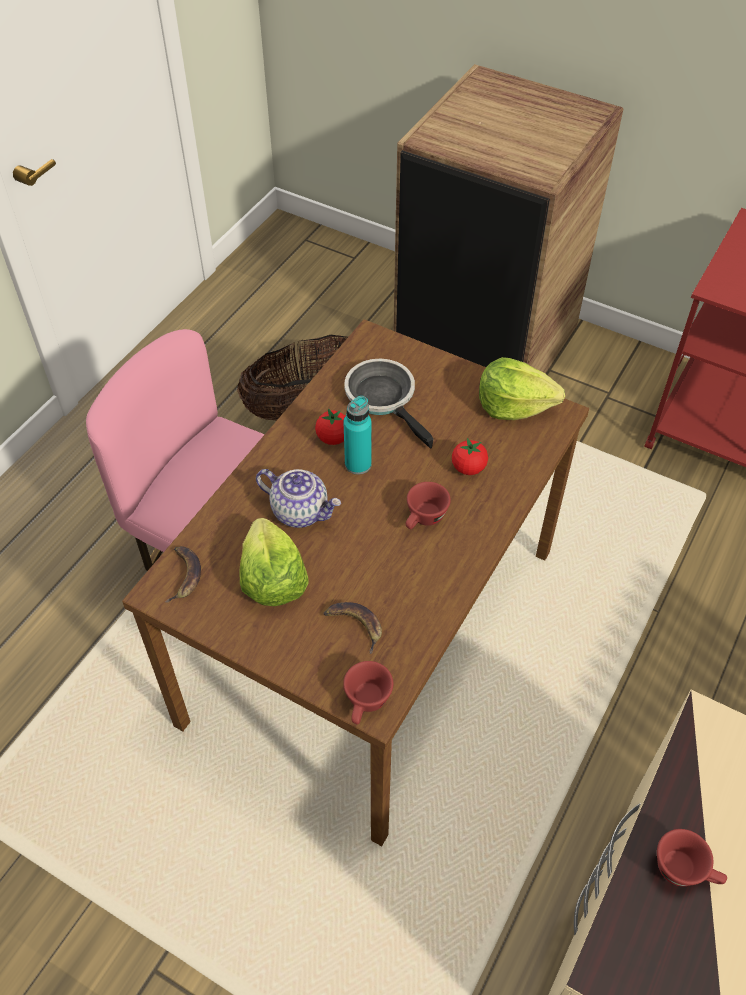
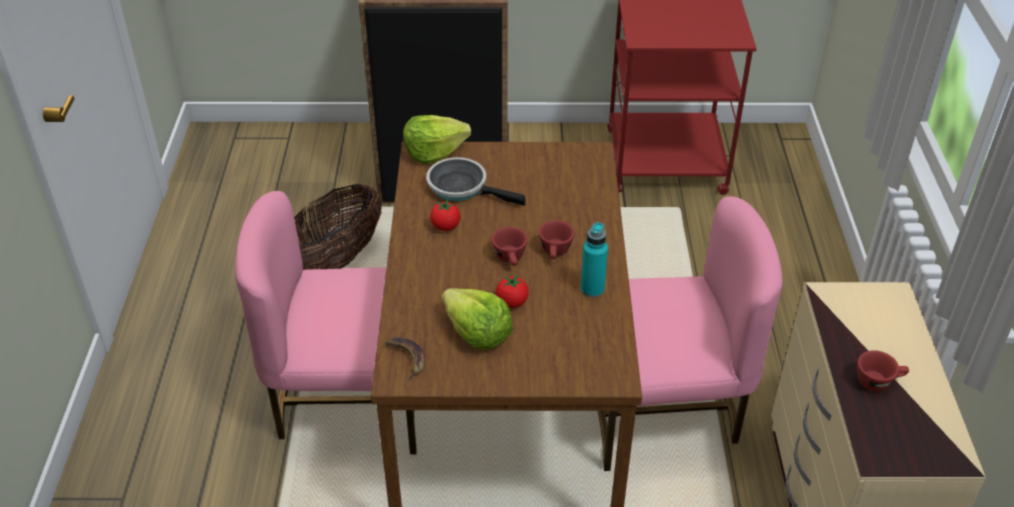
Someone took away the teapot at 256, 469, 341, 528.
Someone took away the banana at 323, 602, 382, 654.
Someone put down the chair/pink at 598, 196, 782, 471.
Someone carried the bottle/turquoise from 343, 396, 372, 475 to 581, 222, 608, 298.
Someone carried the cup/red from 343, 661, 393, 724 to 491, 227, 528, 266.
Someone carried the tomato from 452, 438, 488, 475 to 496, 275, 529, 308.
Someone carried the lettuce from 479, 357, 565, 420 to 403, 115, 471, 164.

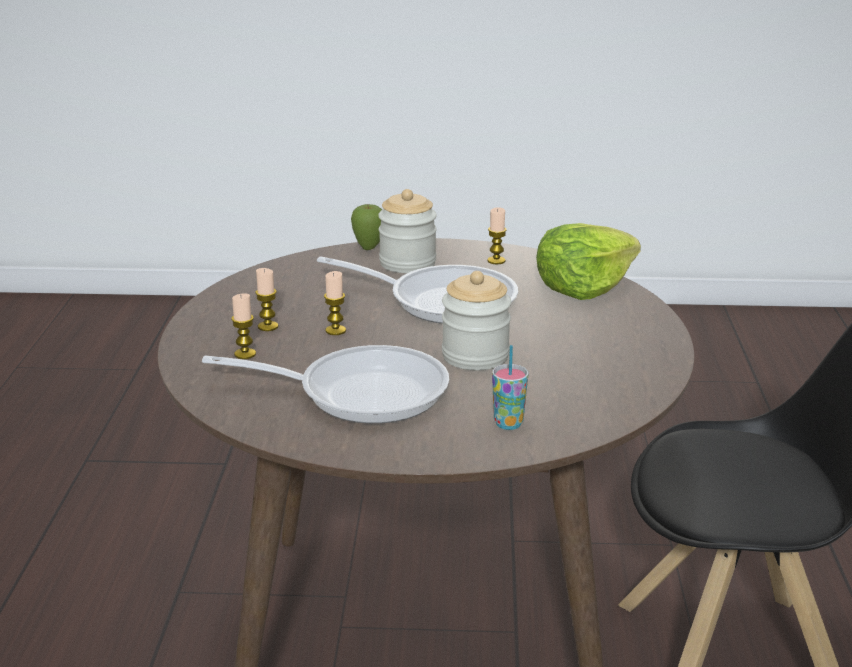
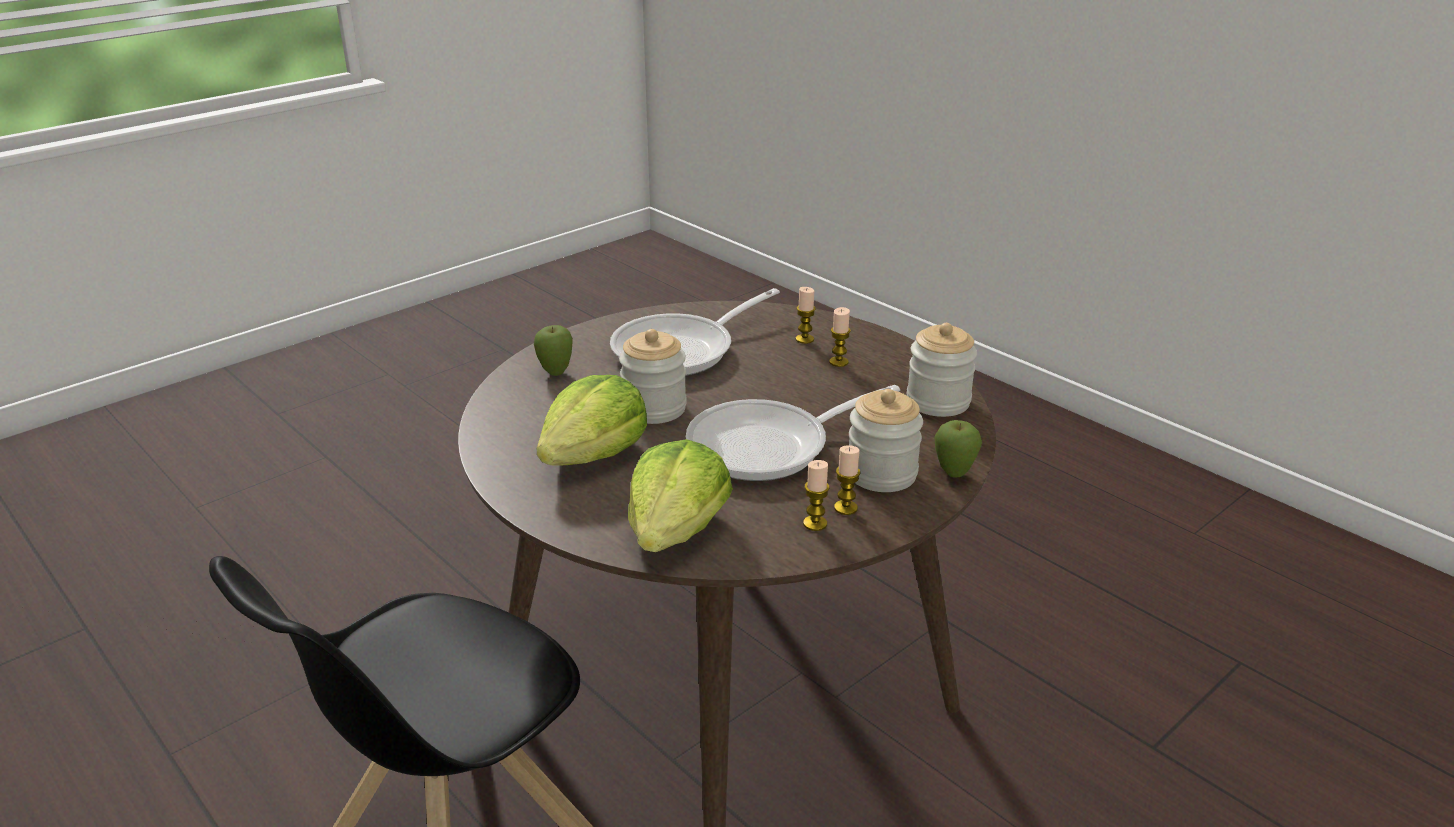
Someone put down the lettuce at 536, 375, 647, 466.
Someone put down the jar at 907, 323, 977, 417.
Someone carried the candle from 324, 271, 346, 335 to 834, 445, 861, 515.
Someone swapped the cup at 492, 345, 529, 430 for the apple at 534, 325, 573, 376.

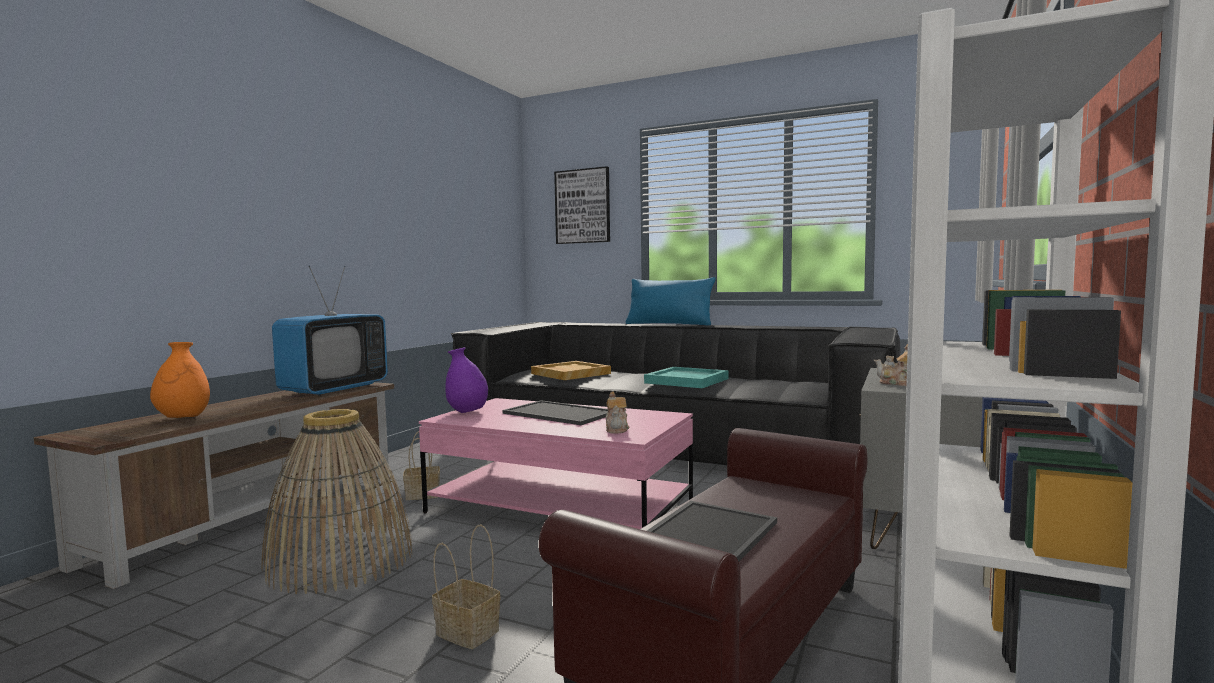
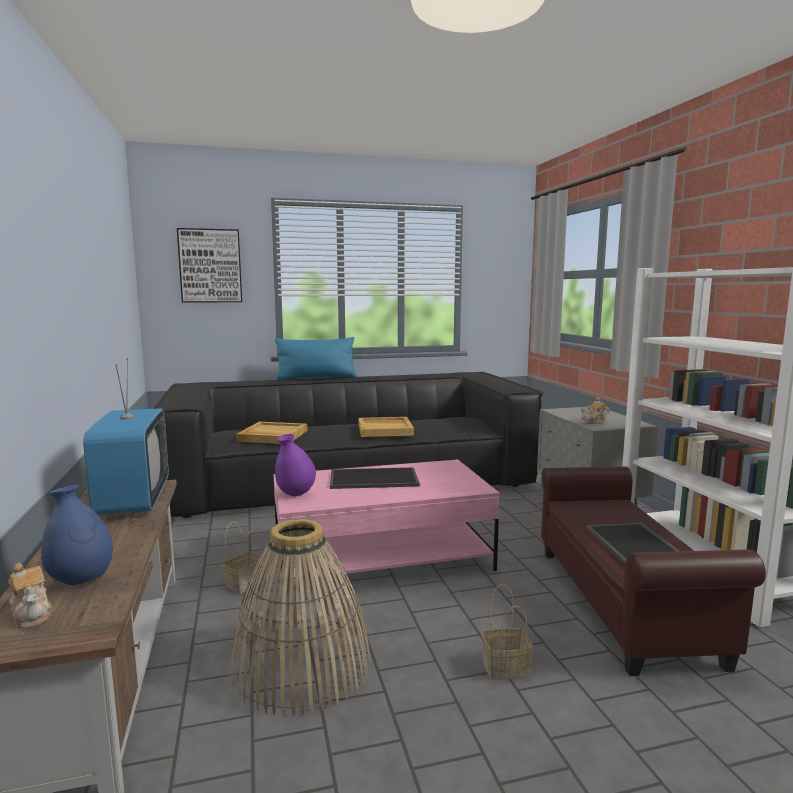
Someone carried the teapot from 606, 391, 629, 434 to 8, 563, 53, 629.
Someone repainted the vase/orange at 150, 342, 210, 418, which became the vase/blue at 41, 485, 113, 585.
Someone repainted the tray/turquoise at 644, 367, 728, 388, which became the tray/beige at 358, 417, 414, 437.

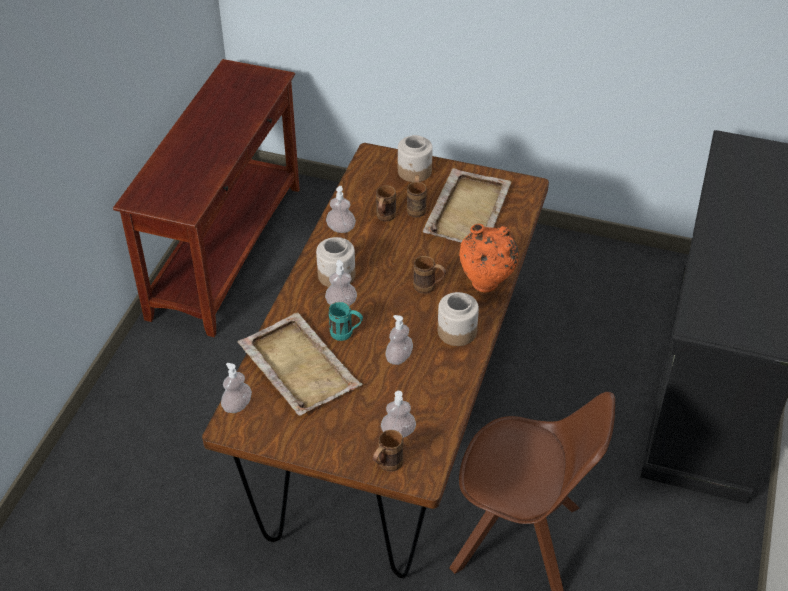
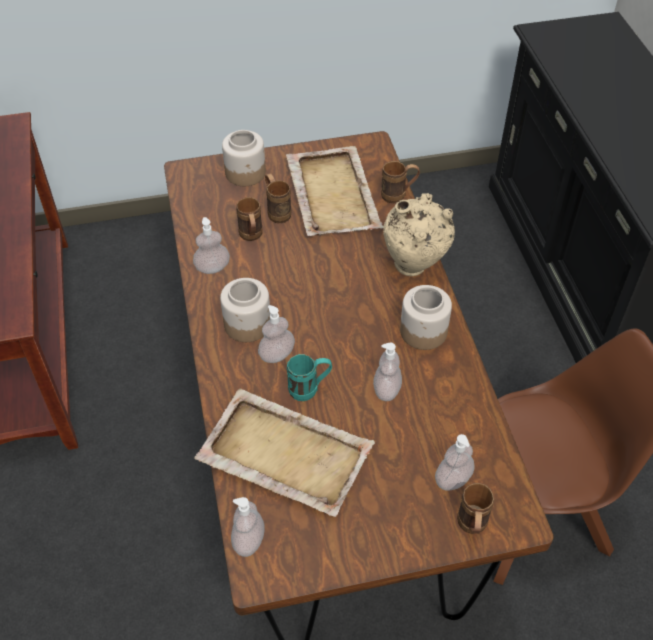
Someone carried the mug/brown from 413, 256, 446, 294 to 381, 161, 420, 203.
Someone repainted the vase/orange at 459, 224, 519, 292, which became the vase/beige at 383, 193, 455, 276.

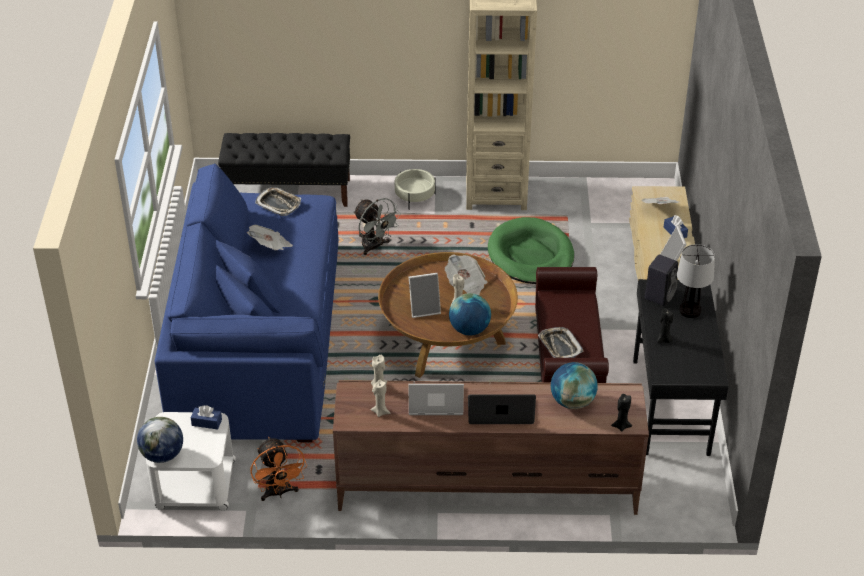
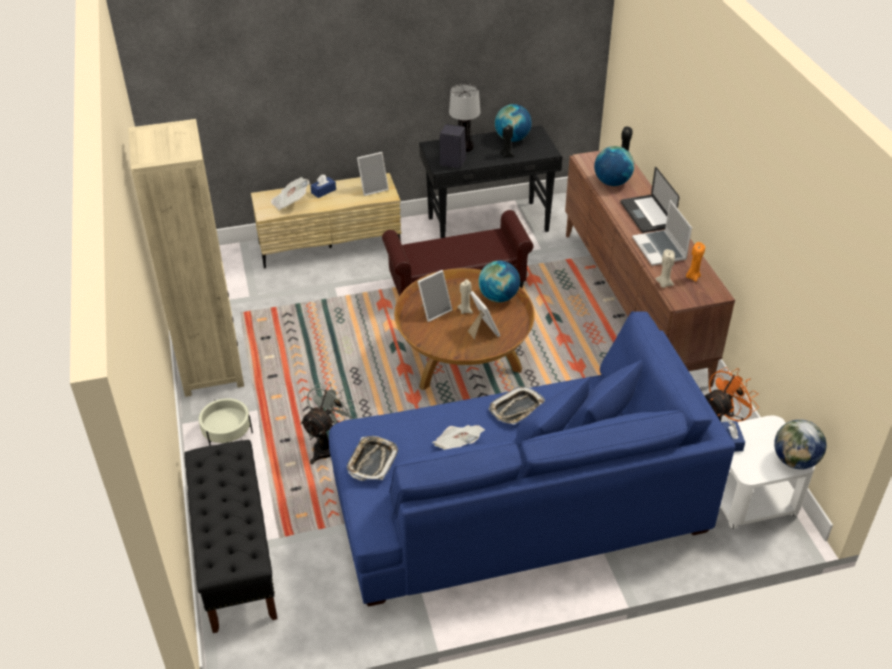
Someone took away the dog bed/green at 488, 217, 574, 284.
Someone put down the globe at 495, 104, 532, 142.
Someone carried the tray from 538, 327, 584, 358 to 489, 386, 545, 424.
Someone swapped the newspaper at 445, 254, 487, 295 for the picture frame at 417, 270, 452, 322.
Someone repainted the candle/beige at 371, 380, 390, 417, which became the candle/orange at 686, 242, 705, 282.

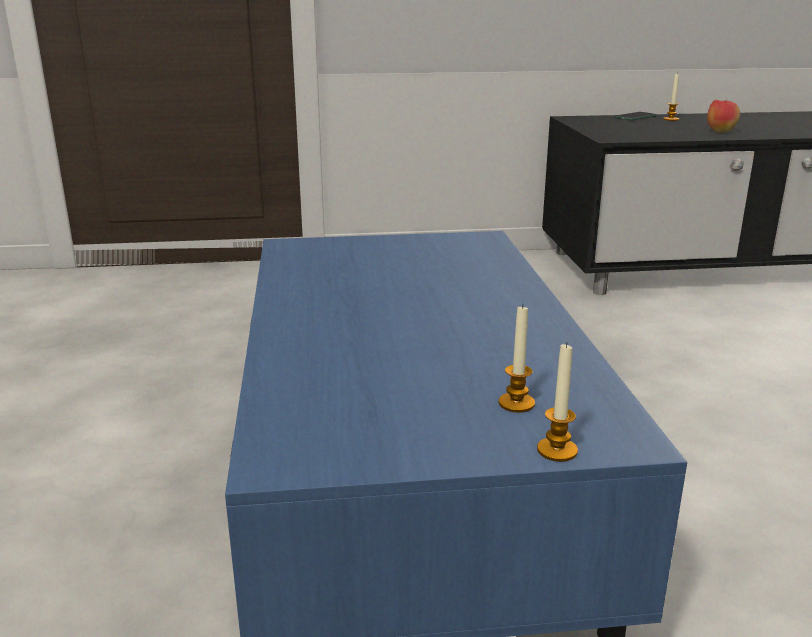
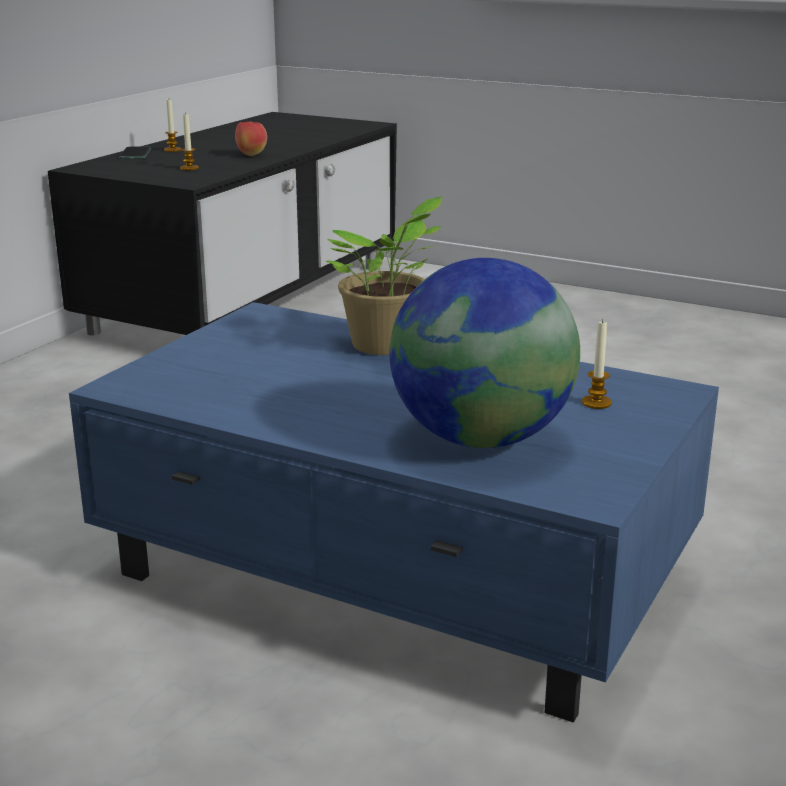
Someone put down the potted plant at 326, 196, 442, 355.
Someone put down the globe at 389, 258, 580, 448.
Someone carried the candle from 537, 342, 578, 462 to 180, 114, 199, 170.

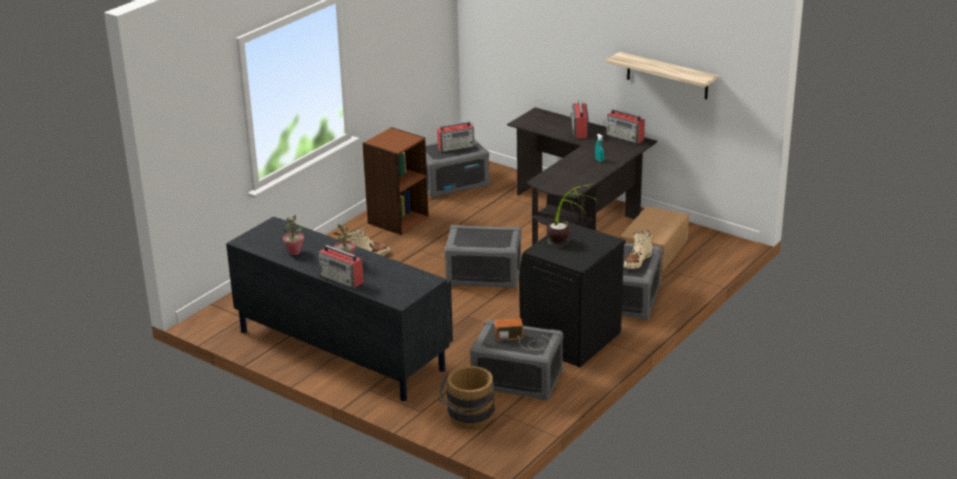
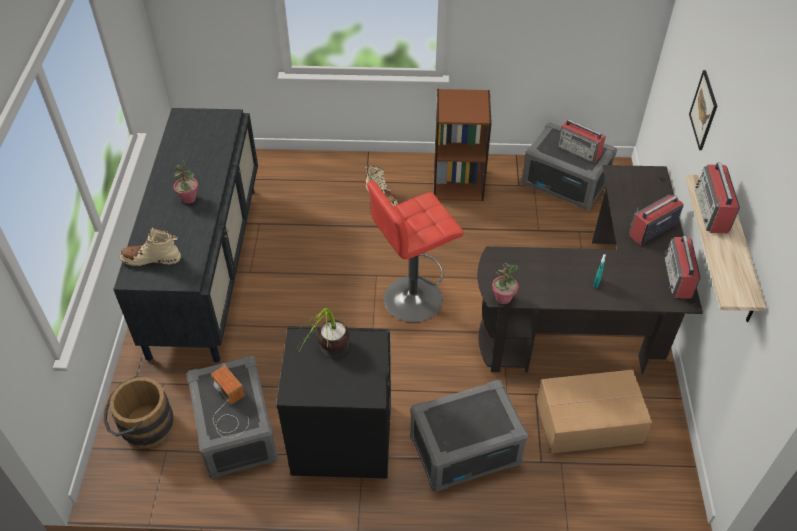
Someone put up the picture at 689, 70, 717, 150.
Someone carried the potted plant from 282, 214, 304, 255 to 492, 263, 518, 304.
Someone carried the radio from 318, 245, 364, 288 to 695, 163, 740, 233.
Someone carried the boot/beige from 623, 230, 652, 269 to 120, 227, 181, 266.
Someone swapped the storage box/grey at 444, 225, 521, 288 for the stool/red at 367, 181, 464, 322.

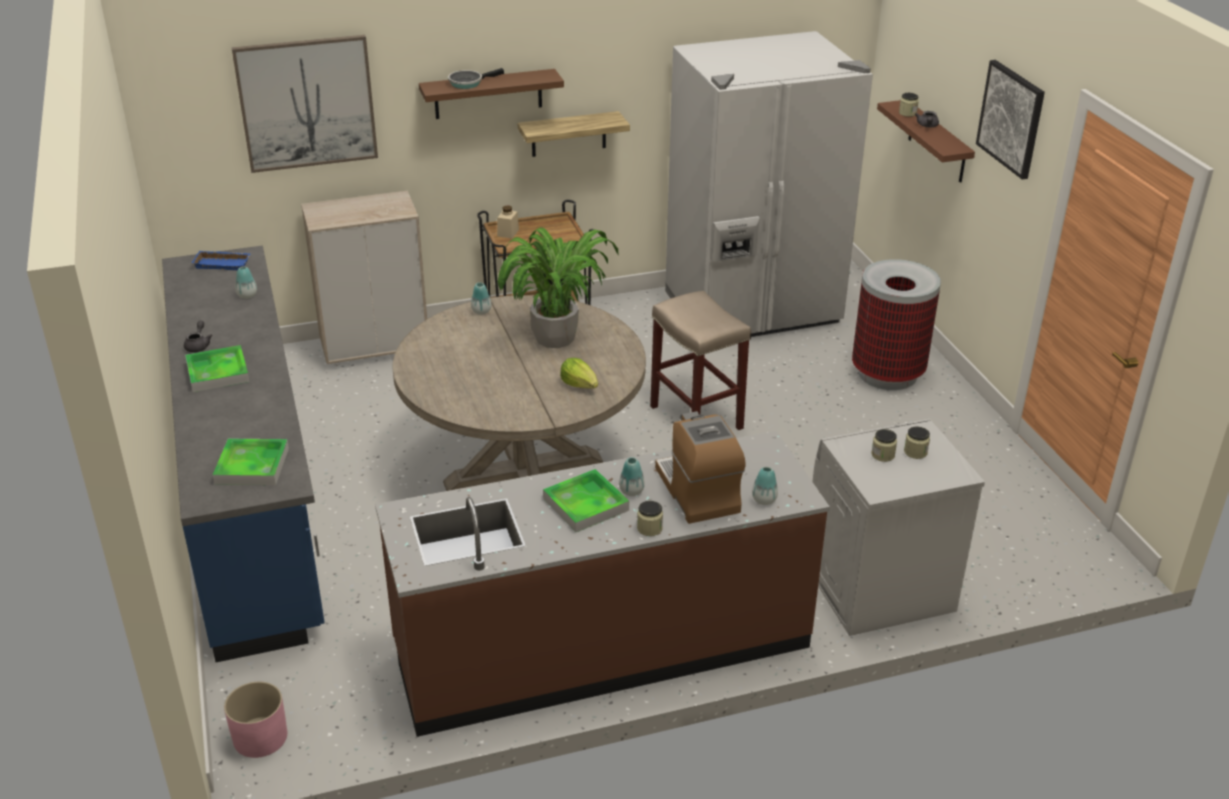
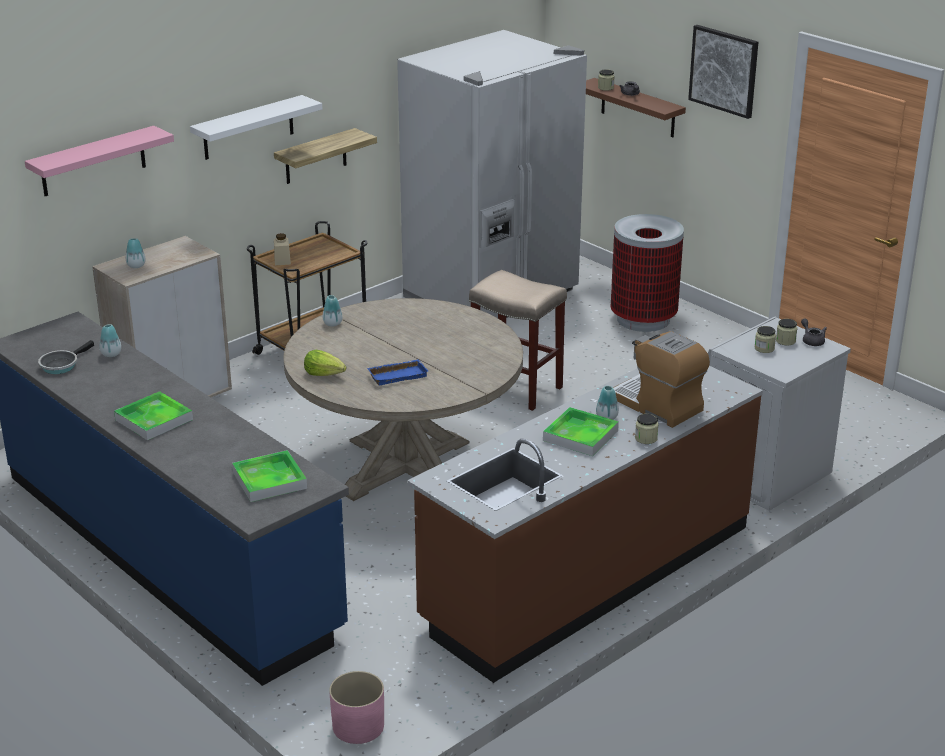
Someone took away the potted plant at 498, 227, 618, 348.
Someone carried the teapot/grey from 184, 321, 212, 352 to 801, 318, 827, 346.
Someone carried the tray/blue from 191, 251, 251, 270 to 367, 359, 428, 385.
Someone carried the frying pan from 448, 68, 504, 89 to 38, 340, 94, 374.
Someone carried the lettuce from 560, 358, 598, 388 to 304, 350, 347, 376.
Someone carried the vase from 752, 467, 778, 505 to 126, 238, 146, 268.
Someone swapped the picture at 232, 35, 378, 173 for the shelf/pink at 25, 126, 174, 196.
Someone repainted the shelf/brown at 419, 69, 564, 119, which became the shelf/white at 190, 95, 322, 160.

